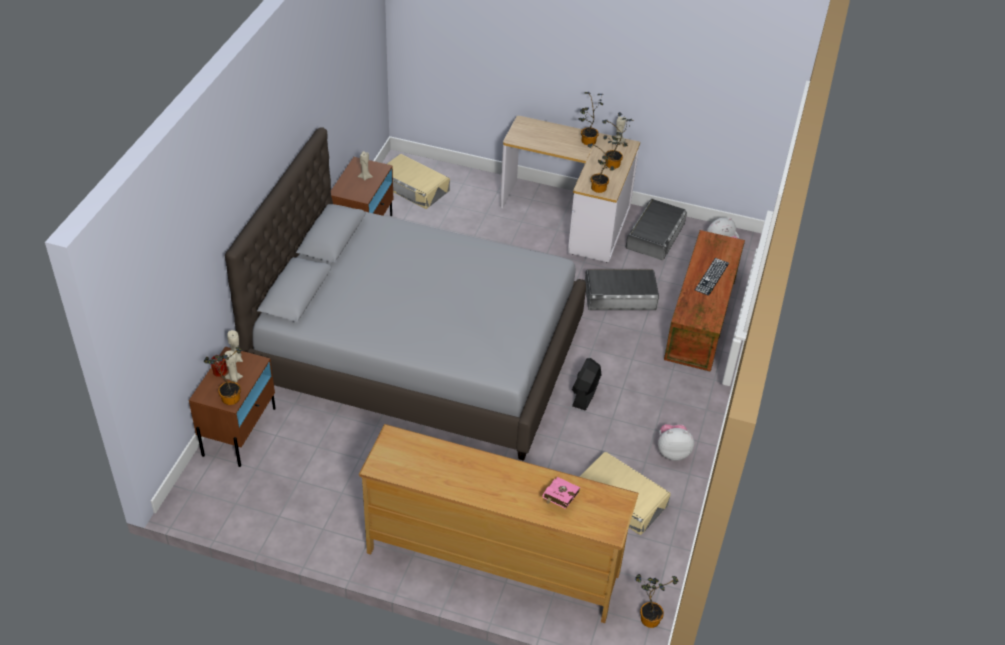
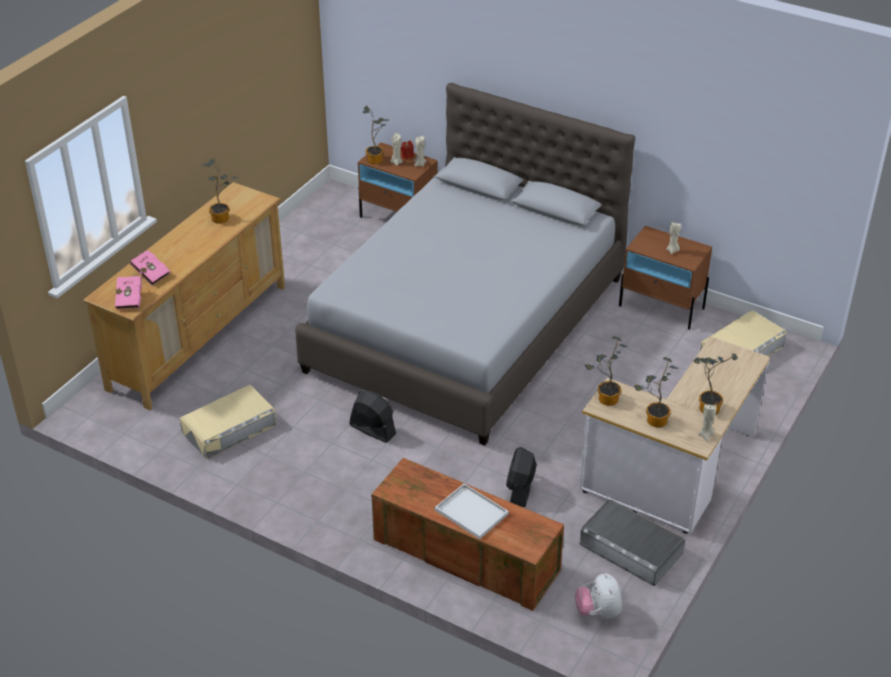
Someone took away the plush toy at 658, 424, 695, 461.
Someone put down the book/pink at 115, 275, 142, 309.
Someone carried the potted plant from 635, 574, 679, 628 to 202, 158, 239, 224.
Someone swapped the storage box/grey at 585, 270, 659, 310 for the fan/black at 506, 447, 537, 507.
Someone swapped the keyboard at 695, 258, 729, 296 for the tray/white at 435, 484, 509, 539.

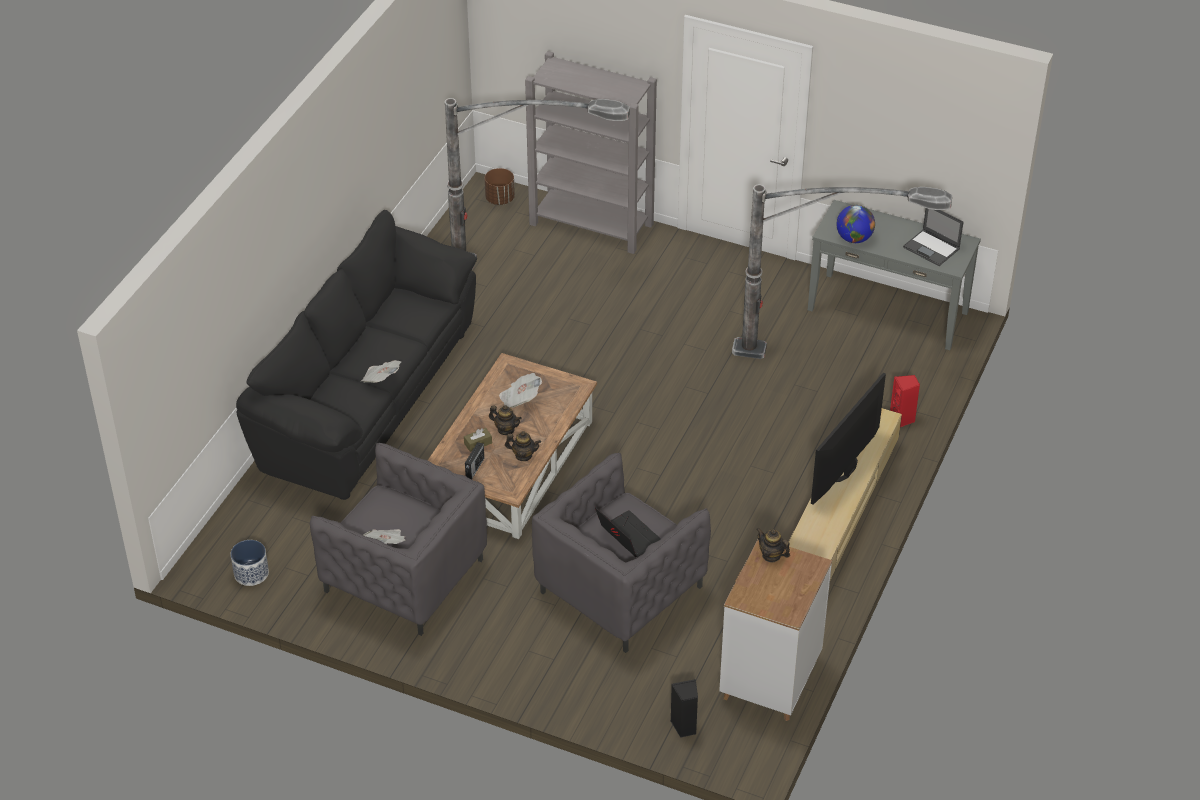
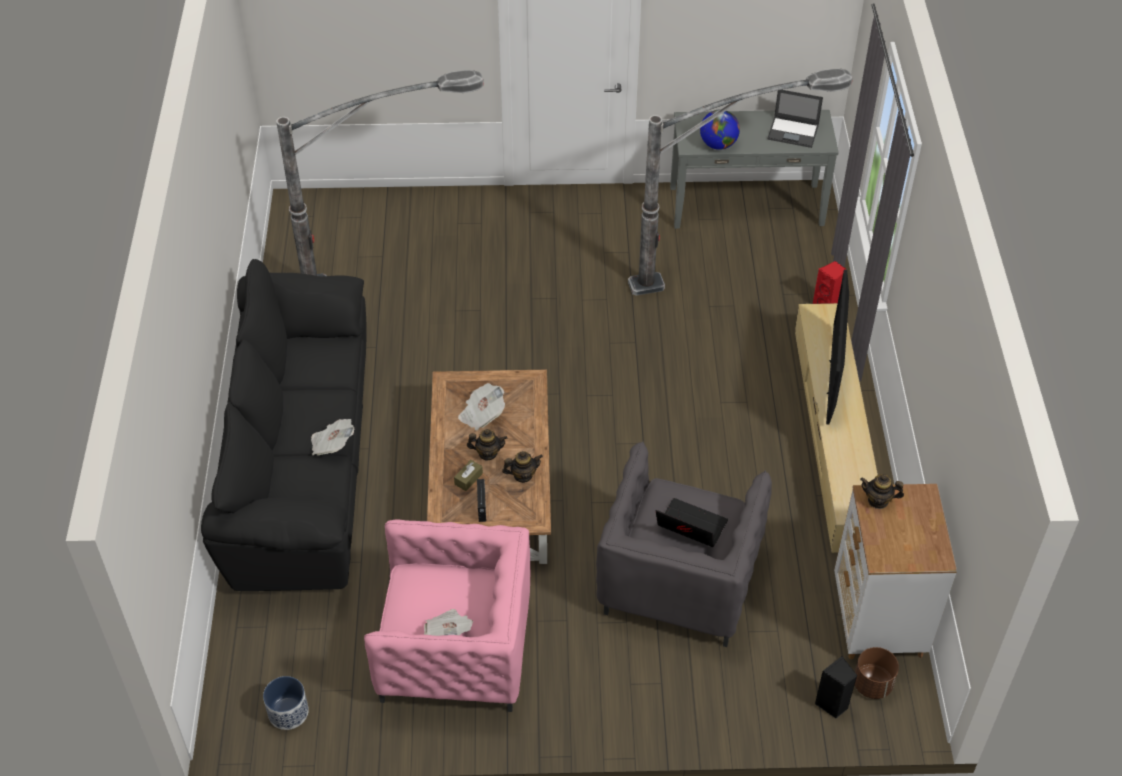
Someone took away the bookcase/grey at 525, 51, 657, 254.
Someone carried the planter/brown from 485, 168, 515, 205 to 855, 647, 899, 699.
Someone repainted the armchair/grey at 310, 443, 487, 636, which became the armchair/pink at 364, 519, 530, 712.

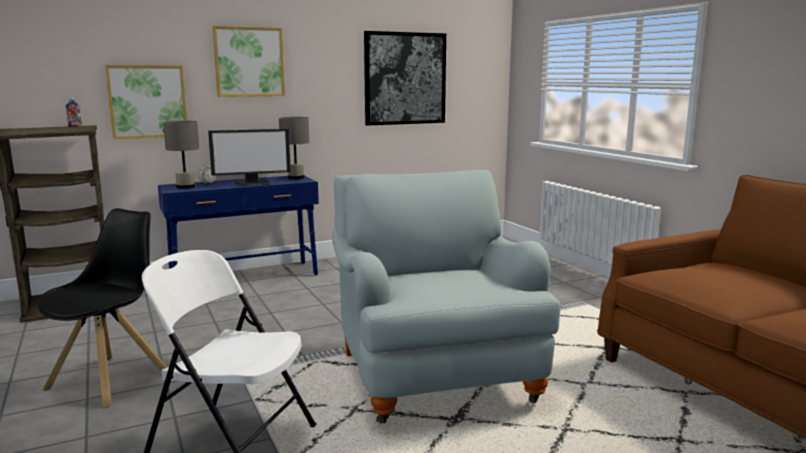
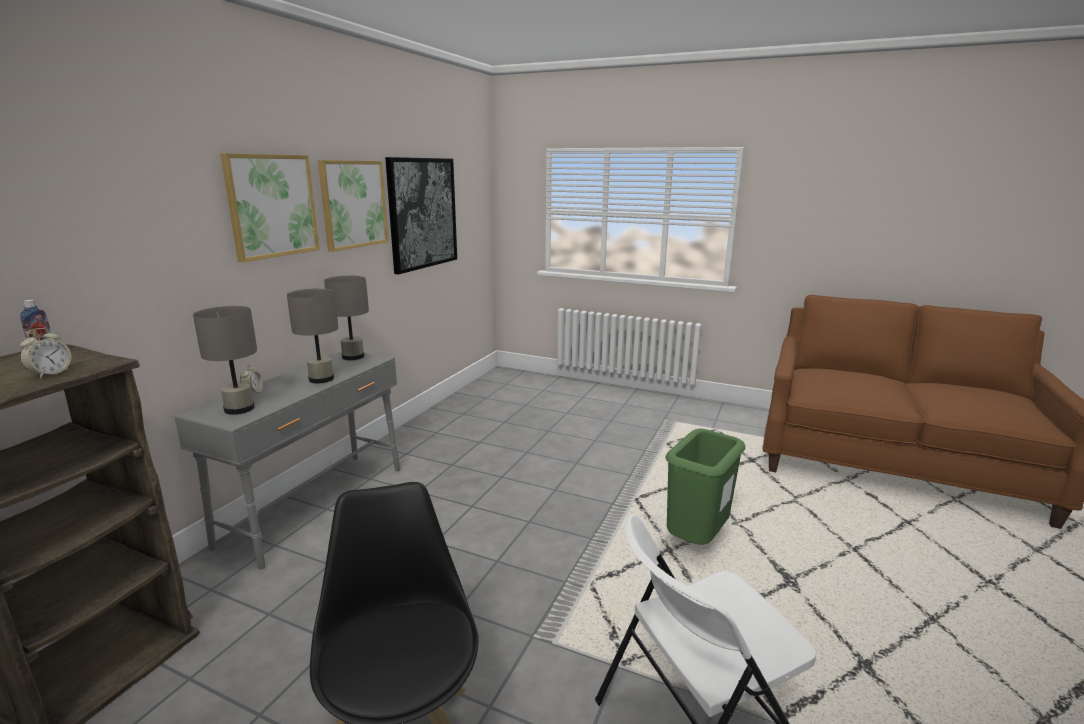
Someone put down the alarm clock at 20, 328, 71, 379.
Someone carried the picture from 105, 65, 187, 139 to 318, 160, 388, 252.
Someone swapped the monitor at 208, 129, 291, 186 for the table lamp/grey at 287, 289, 338, 383.
Someone swapped the armchair/grey at 332, 170, 561, 423 for the trash can/green at 665, 429, 746, 545.
Someone repainted the console table/blue at 158, 176, 319, 275, which became the console table/grey at 174, 351, 400, 570.

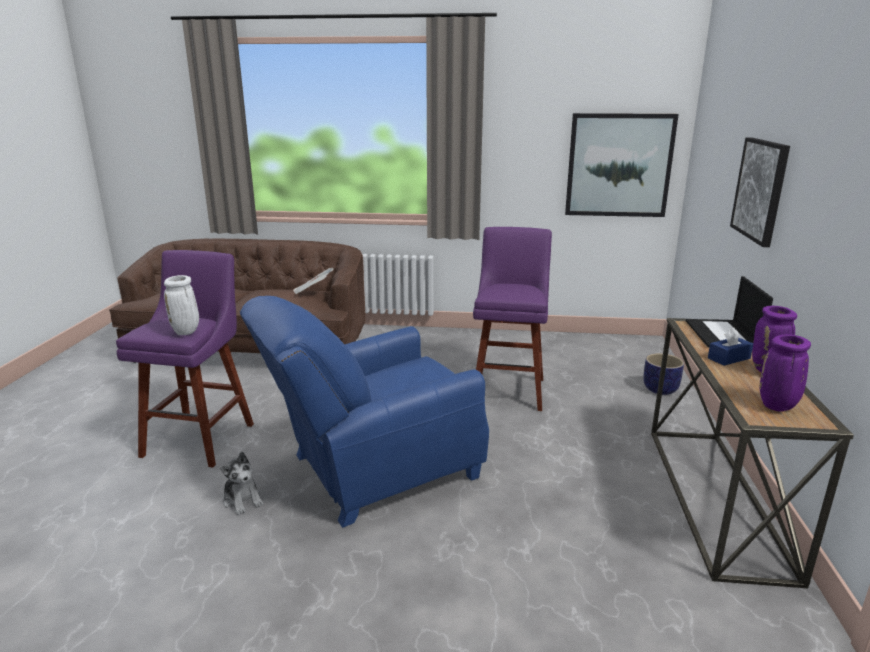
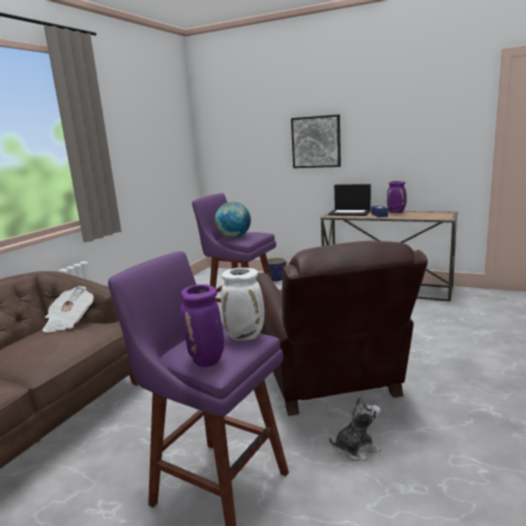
Someone took away the picture at 565, 113, 679, 217.
Someone put down the globe at 215, 202, 251, 238.
Someone carried the vase/purple from 760, 334, 811, 412 to 180, 284, 224, 367.
Someone repainted the armchair/blue at 240, 296, 489, 528, which became the armchair/brown at 256, 241, 428, 416.

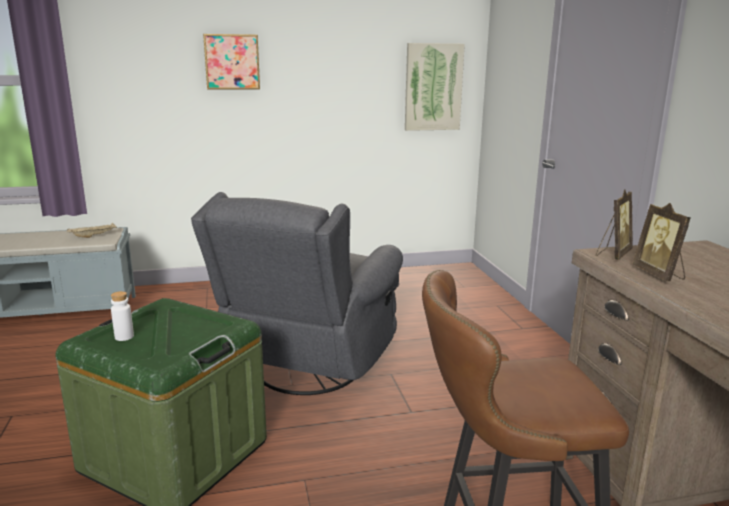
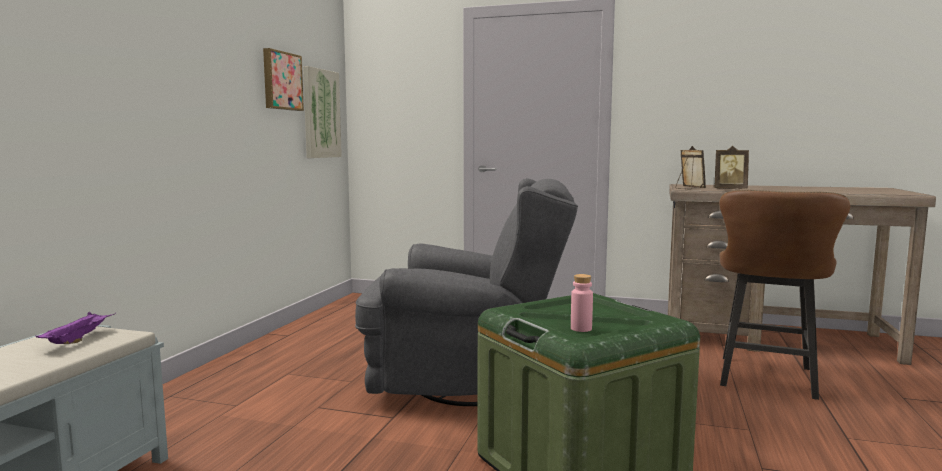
Someone carried the picture from 203, 34, 260, 90 to 263, 48, 304, 111.
Someone repainted the tray/beige at 67, 223, 117, 238, which became the tray/purple at 36, 312, 114, 344.
Someone repainted the bottle/white at 111, 291, 134, 341, which became the bottle/pink at 571, 274, 593, 332.
Someone rotated the armchair/grey at 191, 192, 403, 395 by 45 degrees counterclockwise.

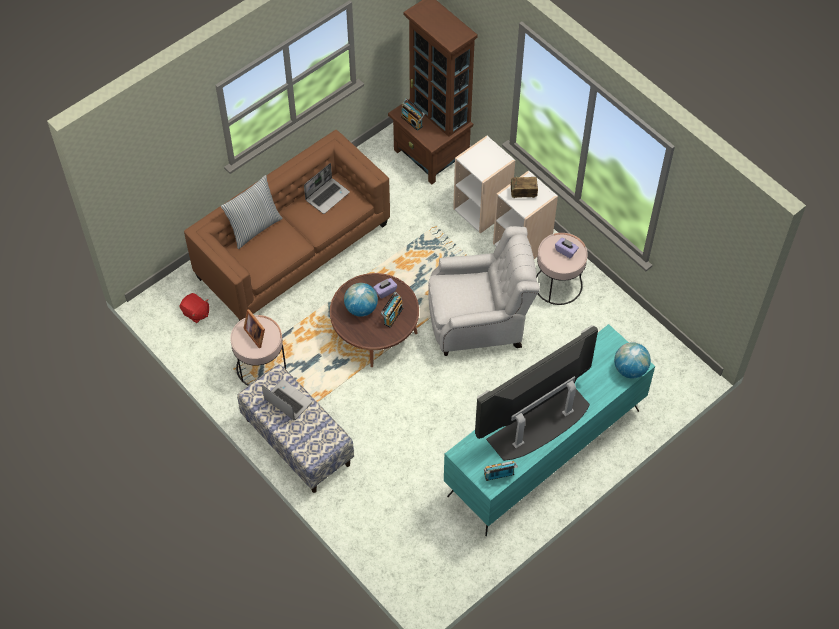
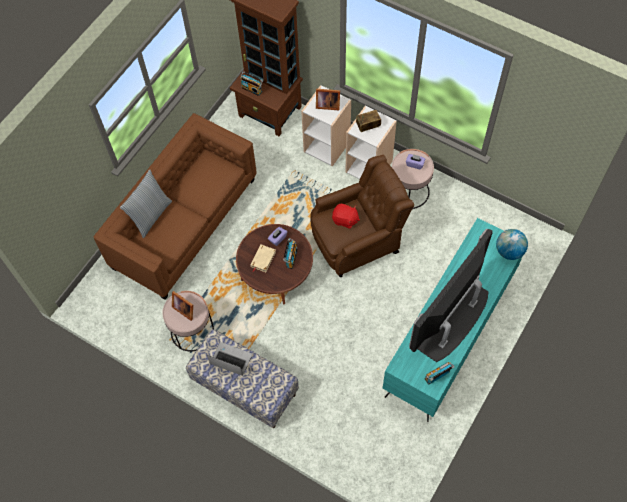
Someone took away the laptop at 304, 163, 350, 214.
Someone put down the picture frame at 316, 89, 340, 110.
Someone carried the plush toy/red from 179, 293, 209, 323 to 332, 204, 360, 229.
Someone swapped the globe at 344, 283, 378, 317 for the book/beige at 250, 244, 276, 272.
Someone repainted the armchair/white at 428, 226, 540, 356, which became the armchair/brown at 310, 155, 414, 277.

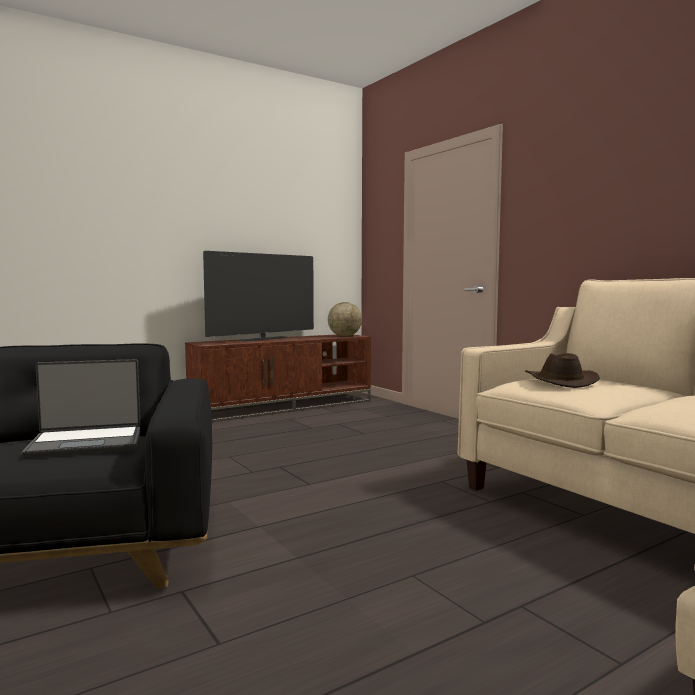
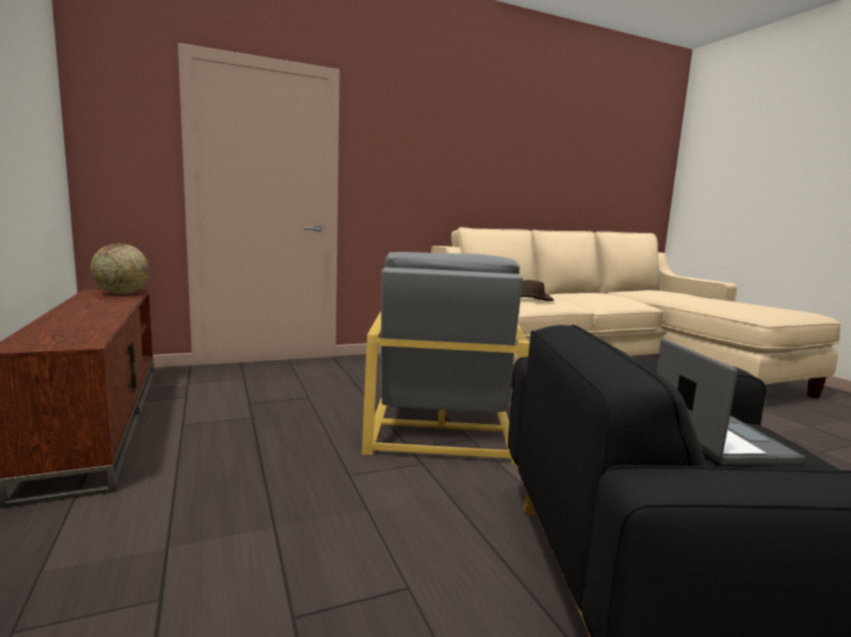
Someone took away the television at 203, 251, 314, 342.
Someone put down the armchair/grey at 362, 252, 529, 464.

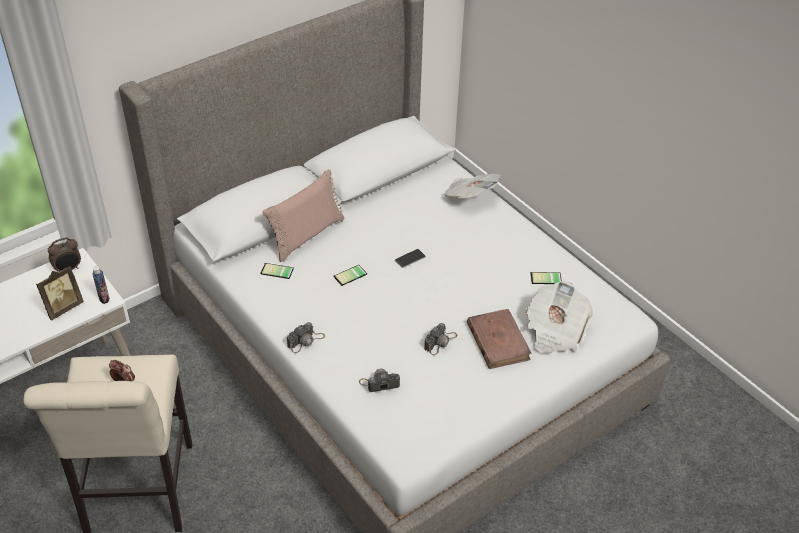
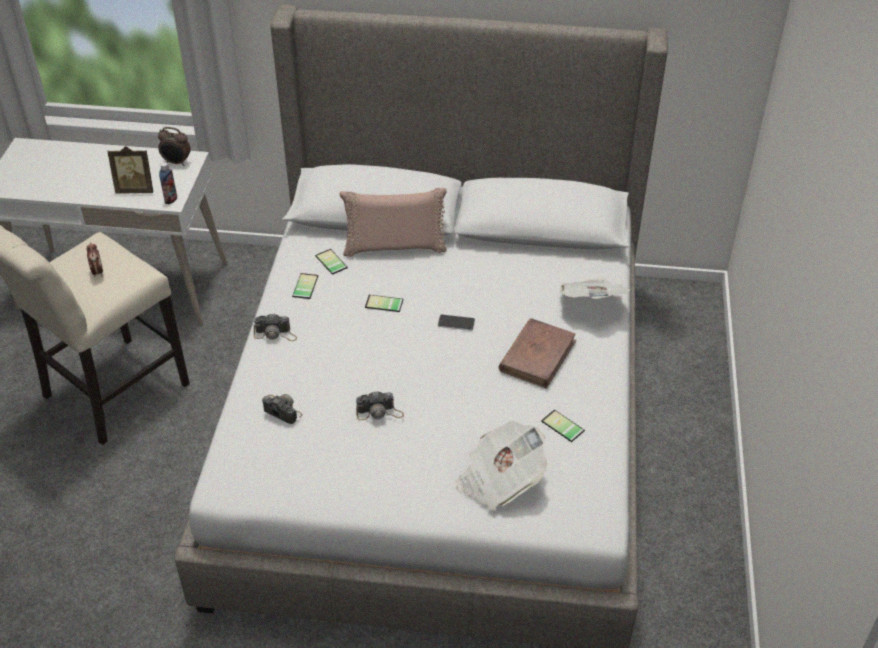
Someone put down the phone at 292, 273, 318, 299.
Someone carried the book/brown from 467, 309, 532, 369 to 499, 318, 576, 389.

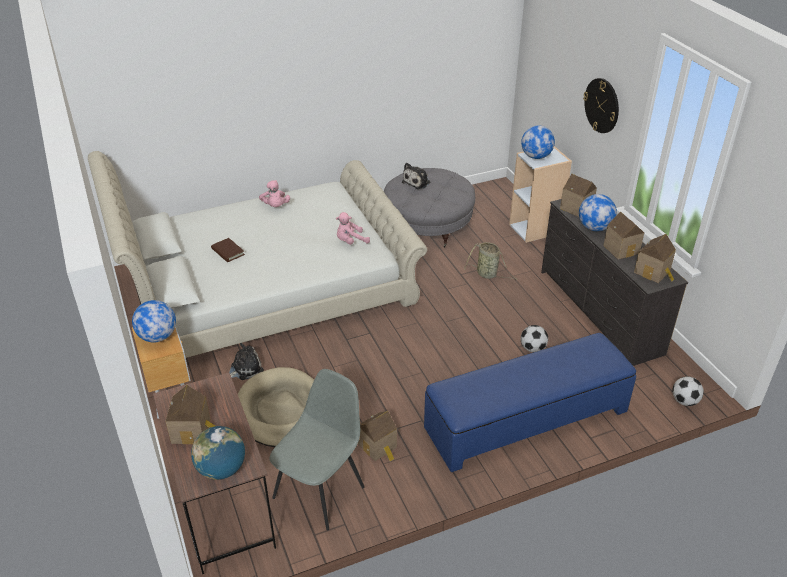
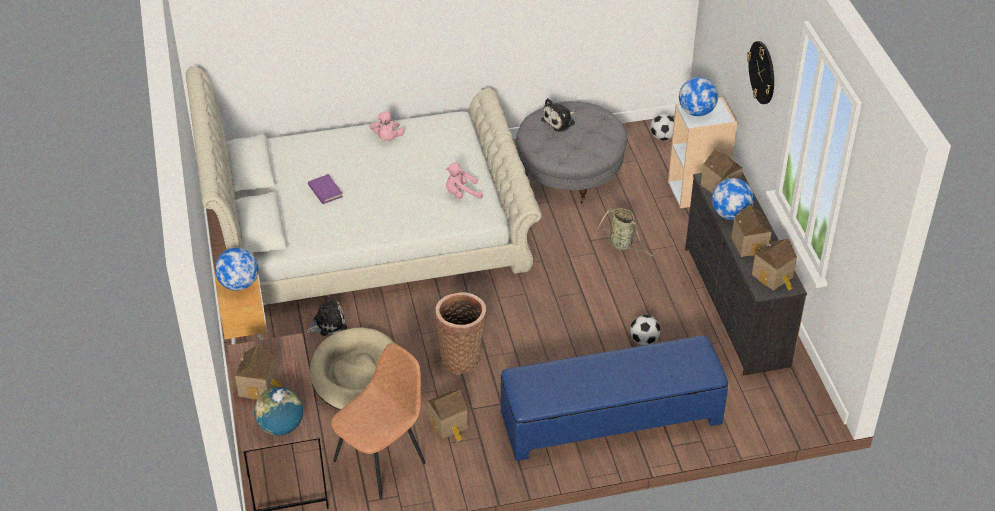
Someone put down the basket at 435, 292, 487, 375.
Someone carried the football from 672, 376, 704, 406 to 650, 114, 674, 140.
Someone repainted the book/brown at 211, 238, 245, 262, which became the book/purple at 308, 174, 343, 204.
Someone repainted the chair/grey at 270, 369, 365, 530, which became the chair/brown at 330, 343, 426, 499.

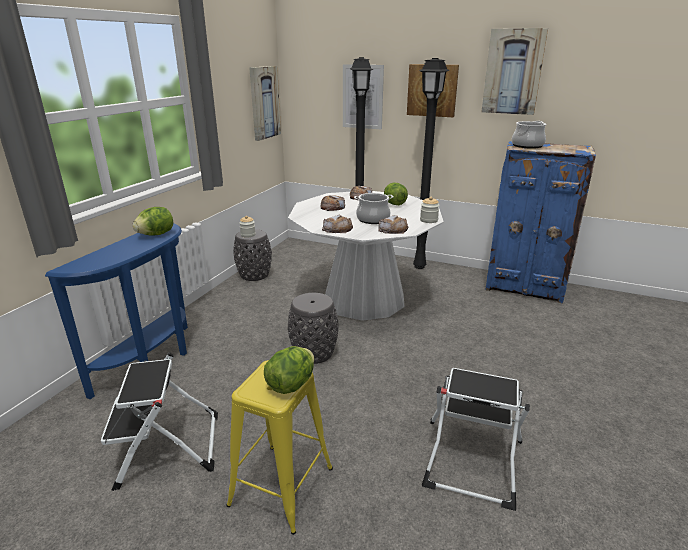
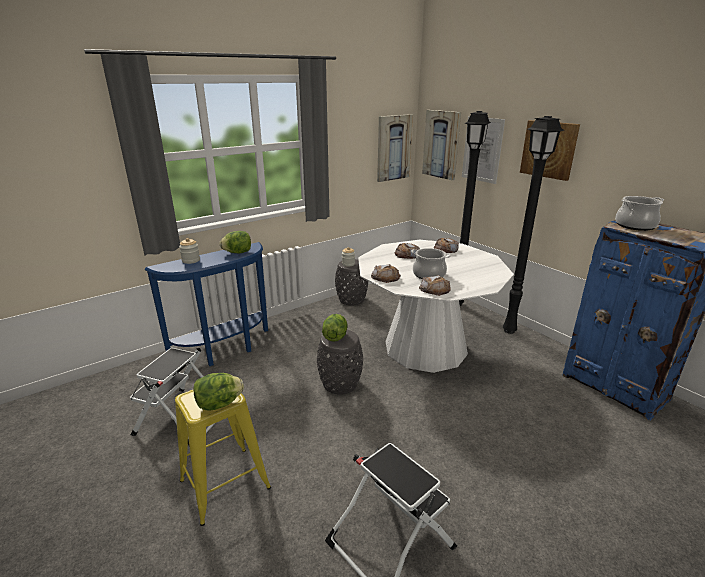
Someone carried the lettuce from 384, 182, 408, 205 to 322, 314, 348, 342.
Someone carried the jar from 420, 197, 440, 223 to 179, 238, 200, 264.
Someone carried the picture from 481, 28, 548, 115 to 422, 110, 461, 180.

